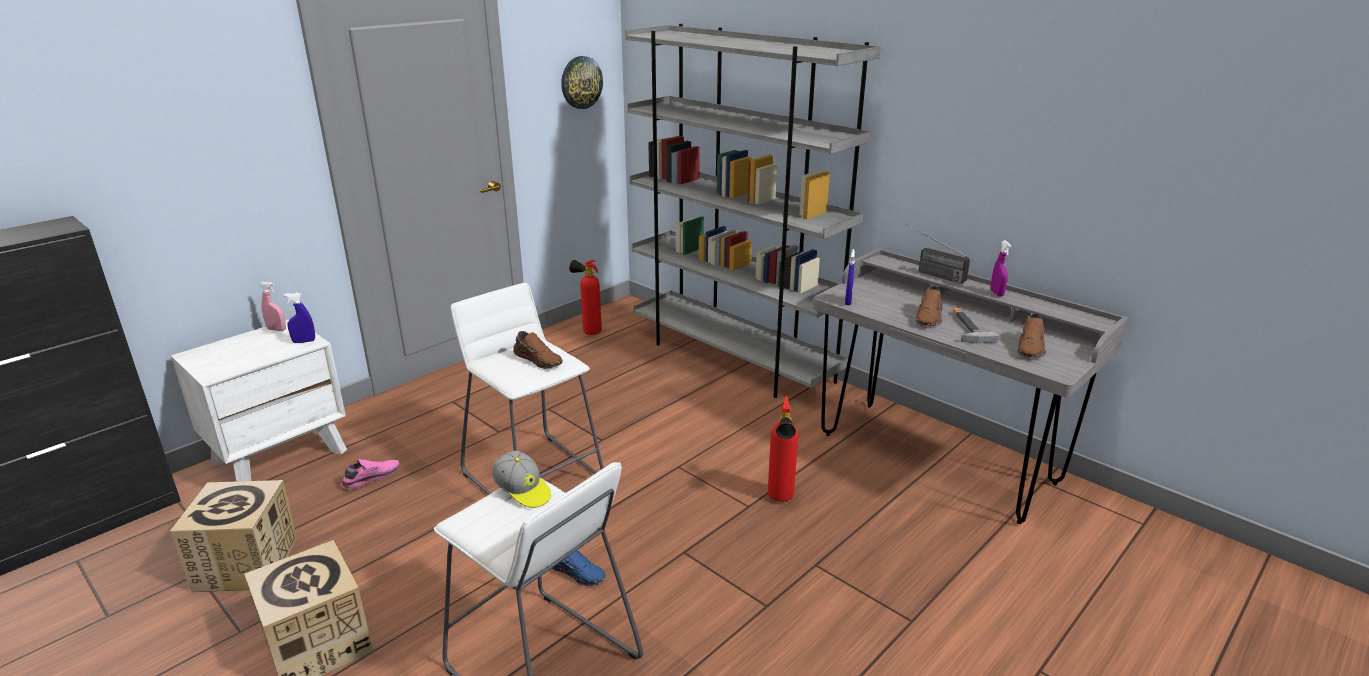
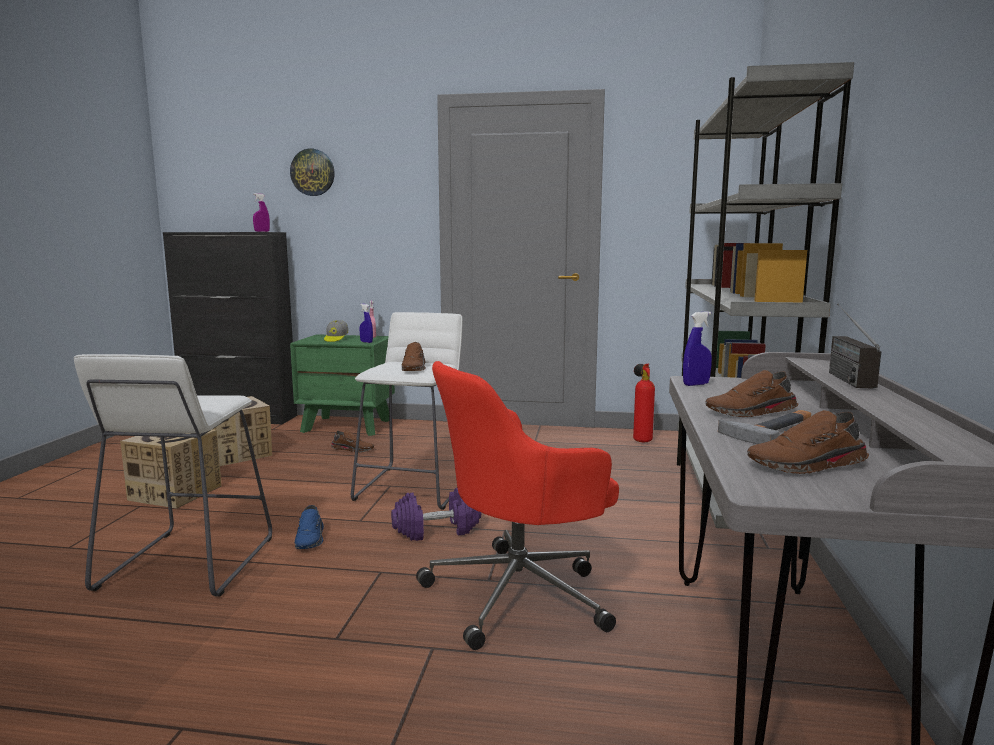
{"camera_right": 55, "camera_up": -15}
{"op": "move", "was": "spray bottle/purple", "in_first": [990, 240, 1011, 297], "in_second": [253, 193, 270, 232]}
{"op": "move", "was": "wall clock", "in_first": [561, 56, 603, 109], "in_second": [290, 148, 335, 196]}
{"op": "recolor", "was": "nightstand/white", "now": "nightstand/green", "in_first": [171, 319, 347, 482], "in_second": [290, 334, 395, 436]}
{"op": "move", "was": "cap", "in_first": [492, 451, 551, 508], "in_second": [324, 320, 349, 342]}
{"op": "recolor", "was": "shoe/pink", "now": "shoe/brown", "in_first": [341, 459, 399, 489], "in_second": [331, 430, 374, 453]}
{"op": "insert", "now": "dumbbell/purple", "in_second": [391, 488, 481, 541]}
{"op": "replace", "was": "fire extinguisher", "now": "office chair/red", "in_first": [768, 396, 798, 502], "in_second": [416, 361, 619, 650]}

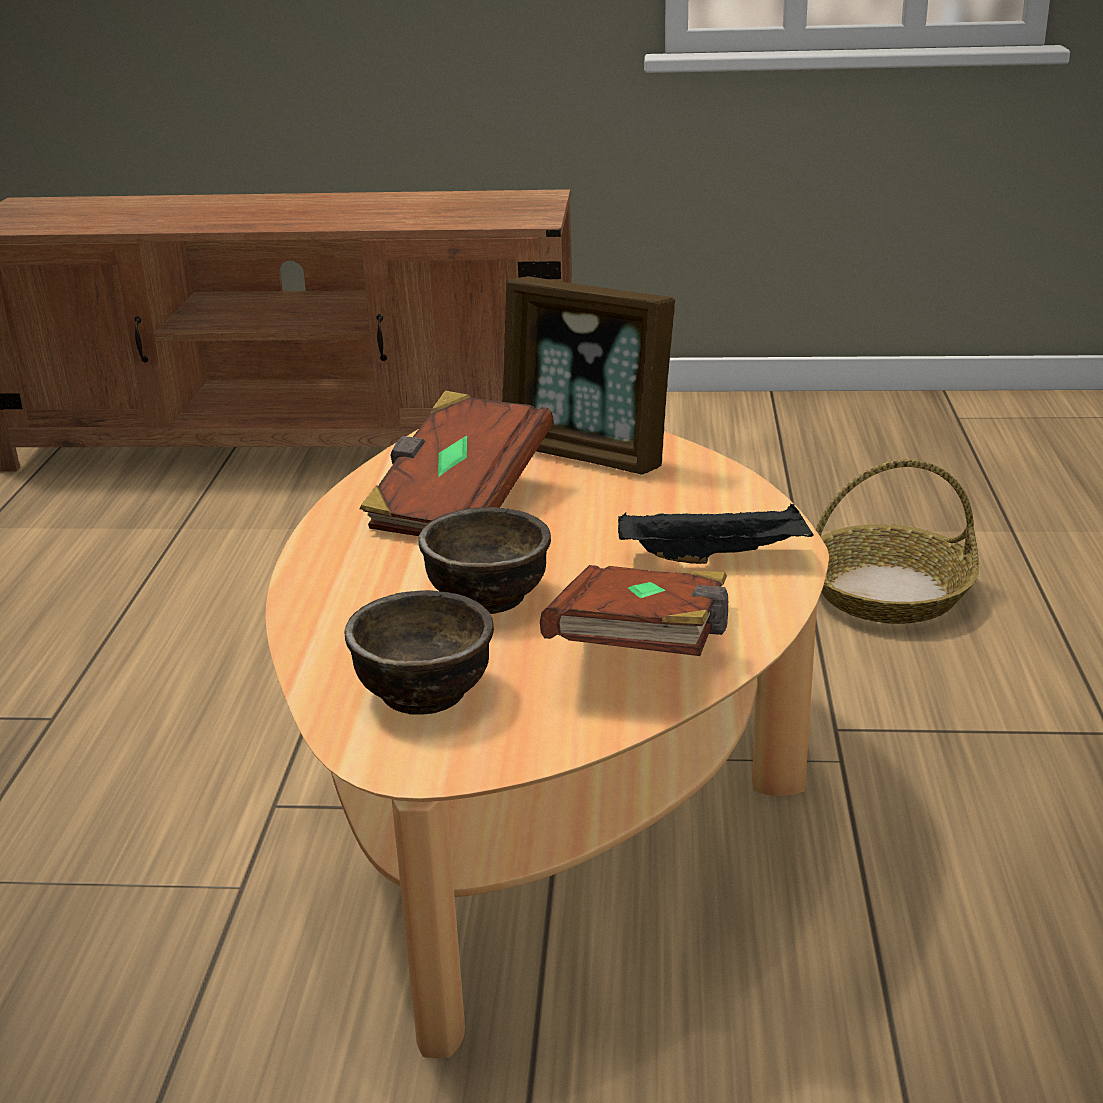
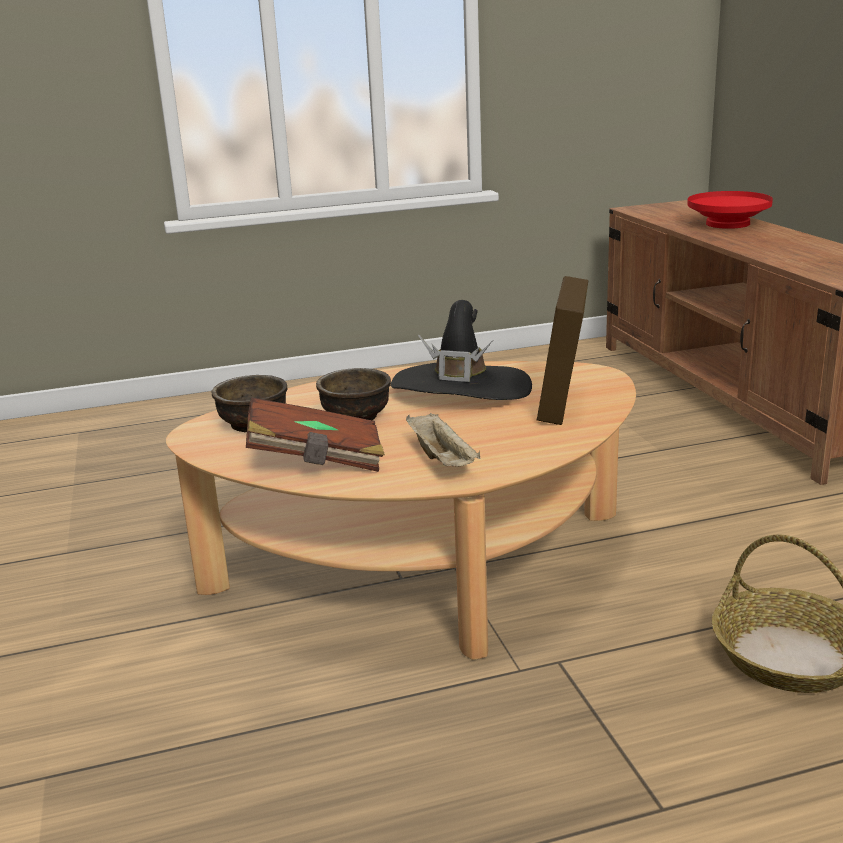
{"camera_right": 70, "camera_up": -5}
{"op": "replace", "was": "book/brown", "now": "hat/black", "in_first": [360, 390, 554, 536], "in_second": [391, 300, 532, 400]}
{"op": "recolor", "was": "tray/black", "now": "tray/beige", "in_first": [618, 504, 814, 564], "in_second": [406, 413, 481, 467]}
{"op": "insert", "now": "bowl/red", "in_second": [688, 191, 773, 229]}

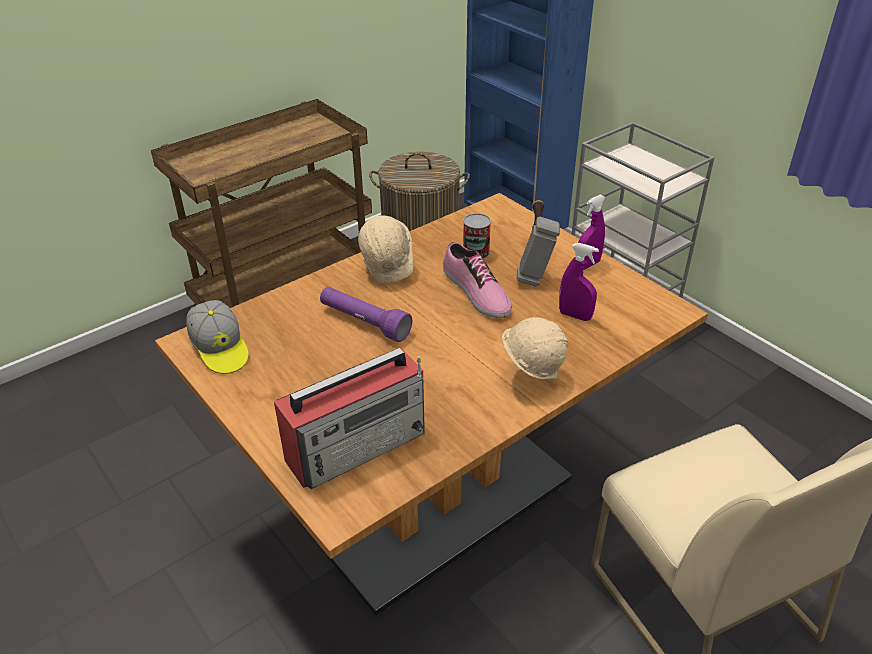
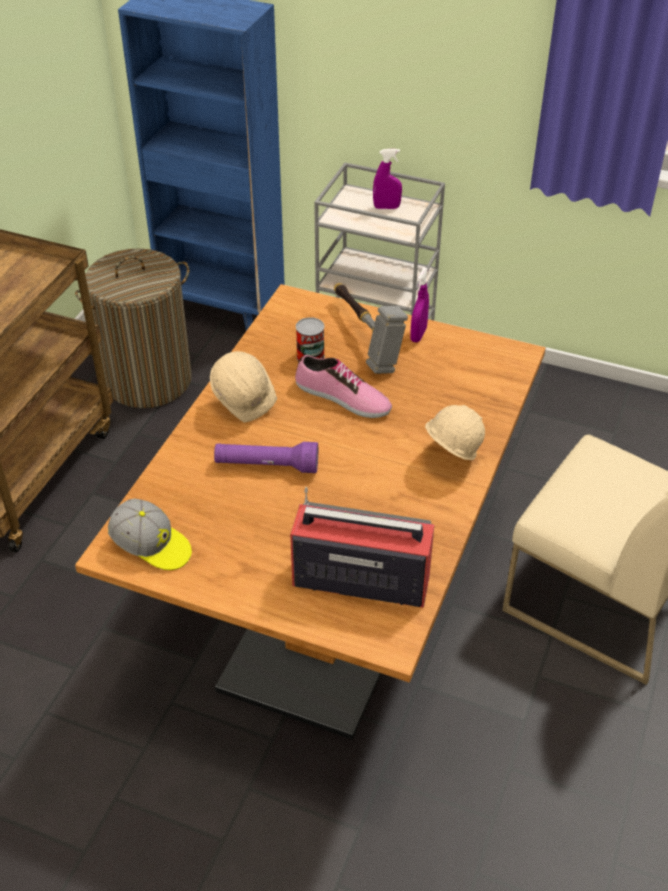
{"camera_right": -30, "camera_up": 5}
{"op": "rotate", "was": "radio", "in_first": [274, 348, 425, 489], "in_second": [290, 487, 434, 608], "clockwise": -105}
{"op": "move", "was": "spray bottle/purple", "in_first": [559, 243, 599, 321], "in_second": [373, 149, 402, 209]}

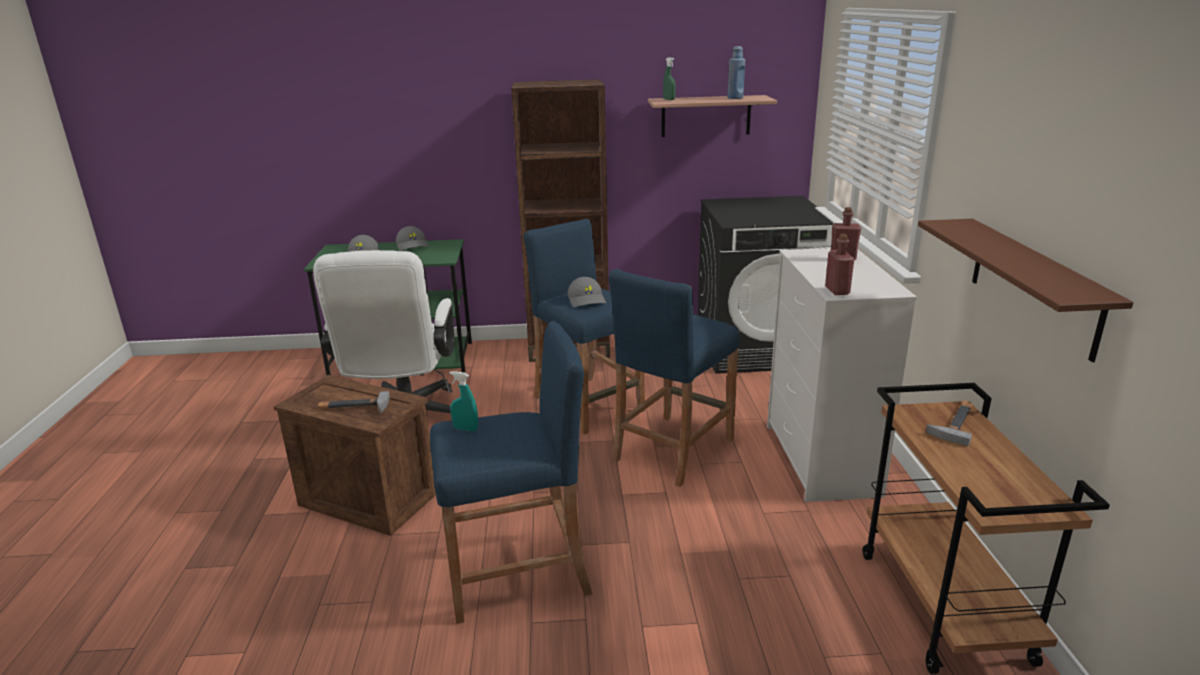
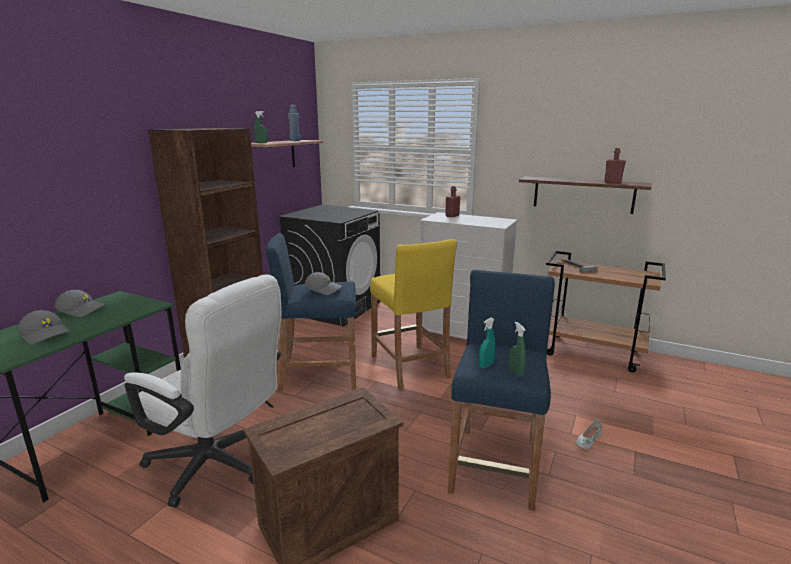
{"camera_right": -60, "camera_up": -5}
{"op": "recolor", "was": "stool/blue", "now": "stool/yellow", "in_first": [609, 269, 740, 487], "in_second": [370, 239, 457, 389]}
{"op": "insert", "now": "spray bottle/green", "in_second": [509, 322, 526, 377]}
{"op": "insert", "now": "shoe/white", "in_second": [576, 420, 602, 449]}
{"op": "move", "was": "bottle/red", "in_first": [825, 234, 854, 295], "in_second": [604, 148, 626, 184]}
{"op": "delete", "was": "hammer", "in_first": [318, 391, 390, 414]}

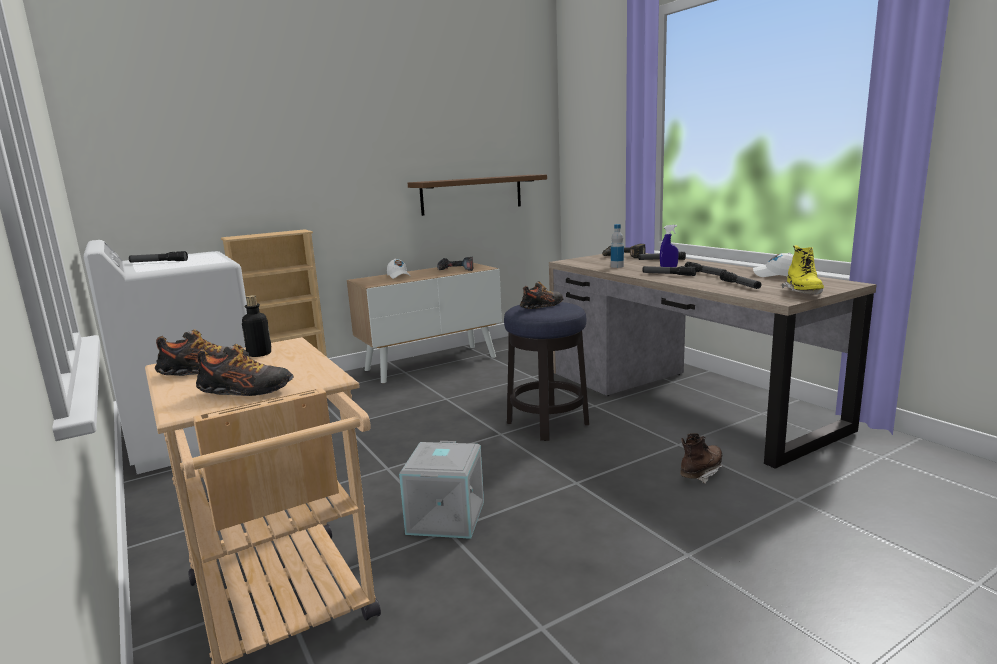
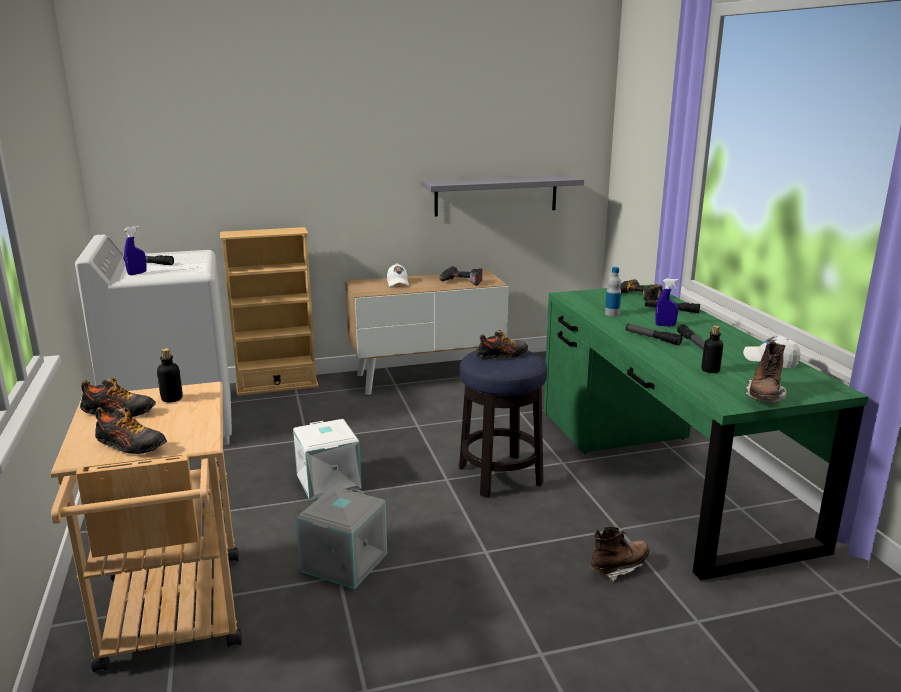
{"camera_right": 15, "camera_up": 5}
{"op": "insert", "now": "spray bottle/blue", "in_second": [124, 226, 147, 275]}
{"op": "insert", "now": "storage box/white", "in_second": [293, 419, 362, 500]}
{"op": "recolor", "was": "shelf/brown", "now": "shelf/grey", "in_first": [408, 175, 547, 216], "in_second": [421, 174, 584, 217]}
{"op": "recolor", "was": "desk/brown", "now": "desk/green", "in_first": [549, 253, 877, 469], "in_second": [543, 284, 868, 580]}
{"op": "replace", "was": "flashlight", "now": "bottle", "in_first": [720, 271, 761, 289], "in_second": [701, 325, 723, 373]}
{"op": "recolor", "was": "boot/yellow", "now": "boot/brown", "in_first": [782, 245, 824, 295], "in_second": [746, 339, 787, 403]}

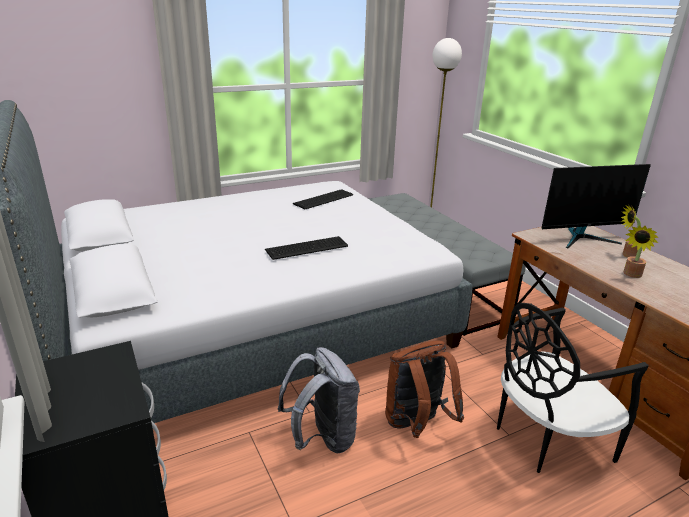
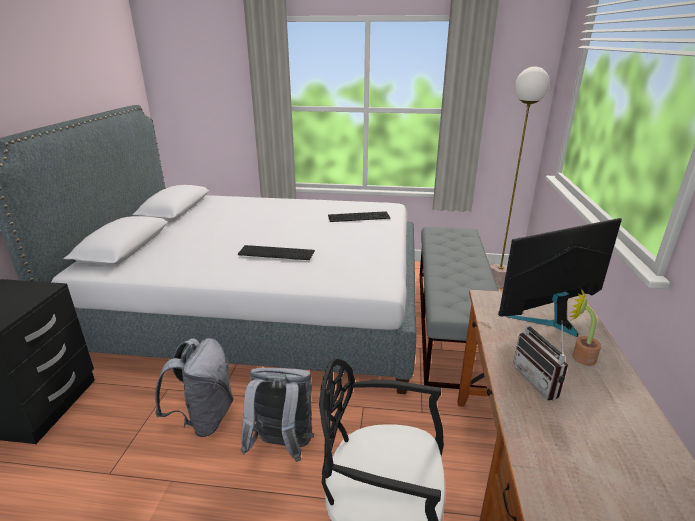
{"camera_right": 35, "camera_up": 0}
{"op": "recolor", "was": "backpack/brown", "now": "backpack/grey", "in_first": [385, 341, 464, 438], "in_second": [241, 368, 314, 462]}
{"op": "rotate", "was": "monitor", "in_first": [541, 164, 651, 249], "in_second": [498, 218, 622, 337], "clockwise": 135}
{"op": "replace", "was": "potted plant", "now": "radio", "in_first": [623, 226, 658, 278], "in_second": [513, 320, 568, 401]}

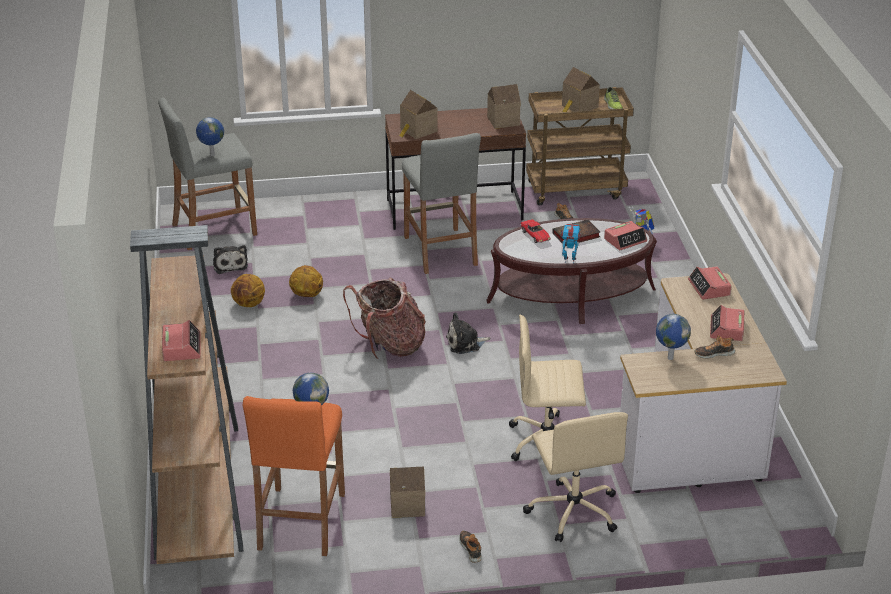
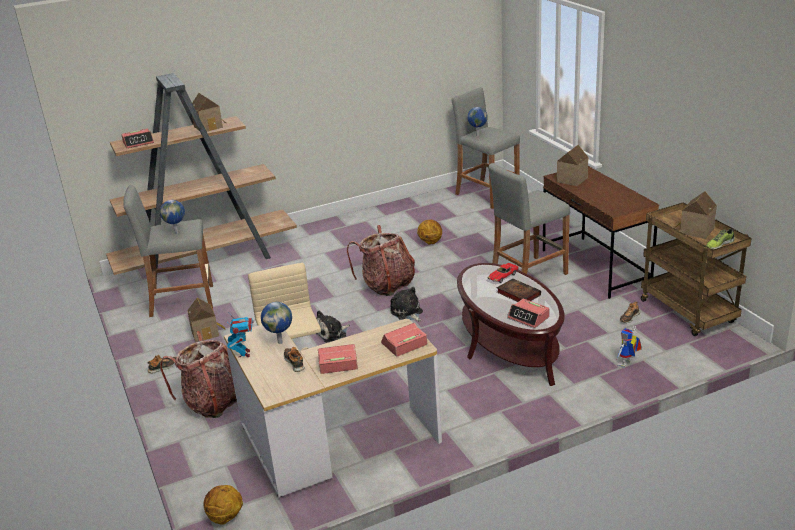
{"camera_right": 75, "camera_up": -5}
{"op": "recolor", "was": "stool/orange", "now": "stool/grey", "in_first": [243, 396, 345, 556], "in_second": [123, 185, 213, 317]}
{"op": "replace", "was": "office chair/beige", "now": "backpack", "in_first": [523, 412, 628, 542], "in_second": [160, 331, 237, 418]}
{"op": "move", "was": "toy house", "in_first": [487, 84, 521, 129], "in_second": [192, 93, 226, 132]}
{"op": "move", "was": "basketball", "in_first": [231, 274, 265, 307], "in_second": [203, 485, 243, 525]}
{"op": "move", "was": "toy robot", "in_first": [561, 224, 581, 263], "in_second": [227, 312, 254, 357]}
{"op": "move", "was": "plush toy", "in_first": [213, 245, 248, 274], "in_second": [316, 310, 350, 342]}

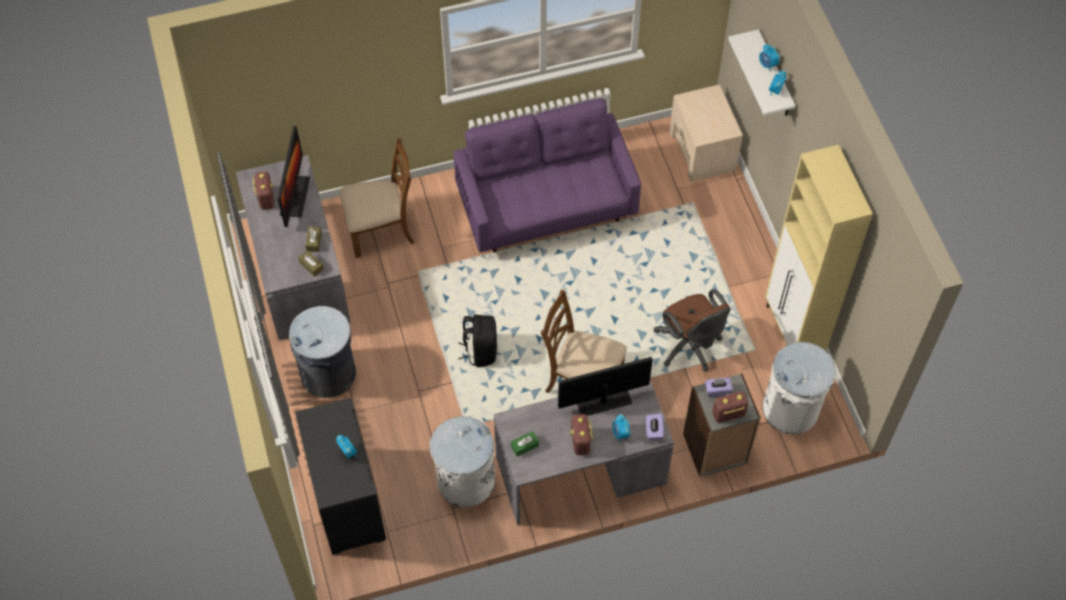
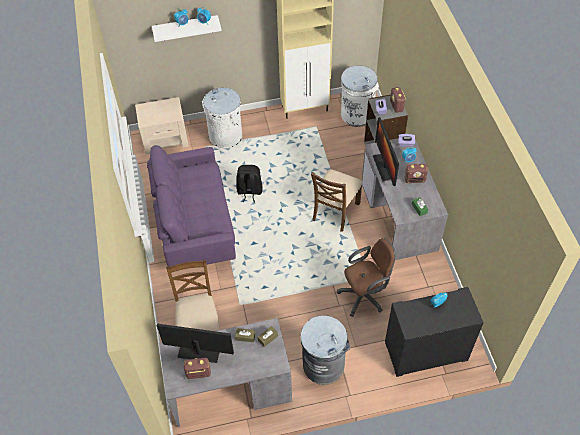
{"camera_right": -85, "camera_up": -5}
{"op": "move", "was": "trash can/white", "in_first": [430, 416, 495, 507], "in_second": [202, 88, 242, 148]}
{"op": "move", "was": "backpack/black", "in_first": [458, 315, 497, 367], "in_second": [236, 165, 263, 203]}
{"op": "move", "was": "office chair/brown", "in_first": [653, 289, 731, 372], "in_second": [337, 238, 396, 317]}

